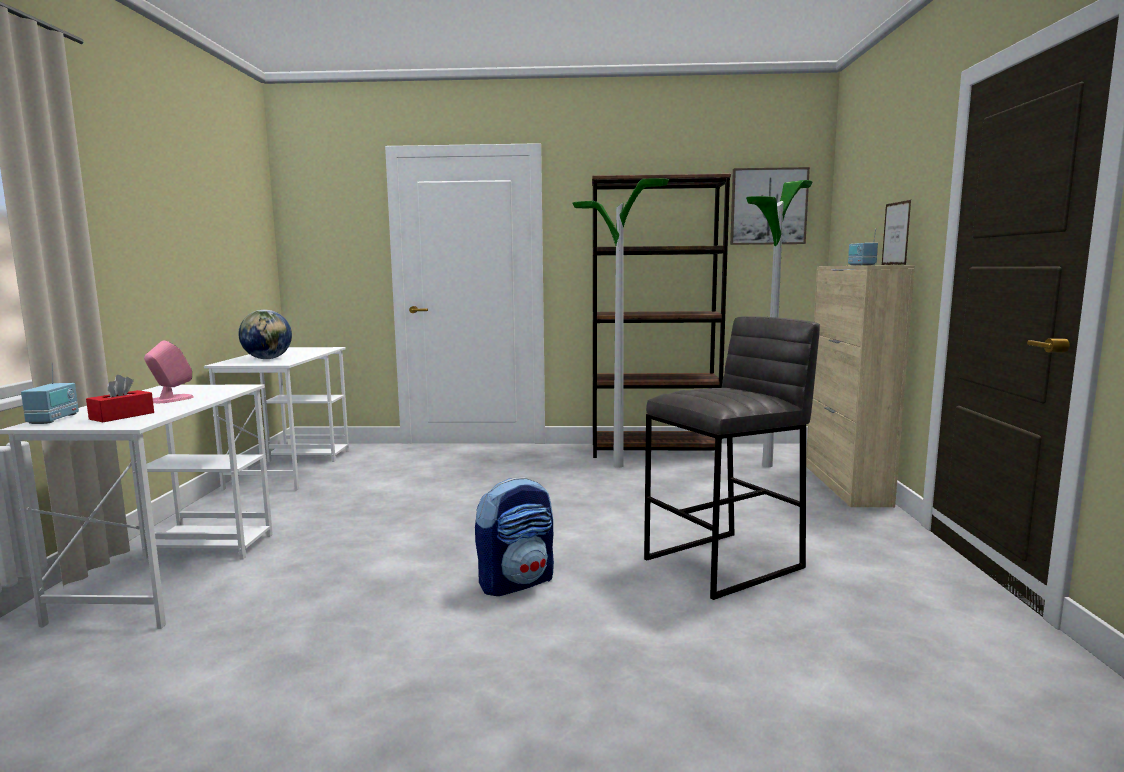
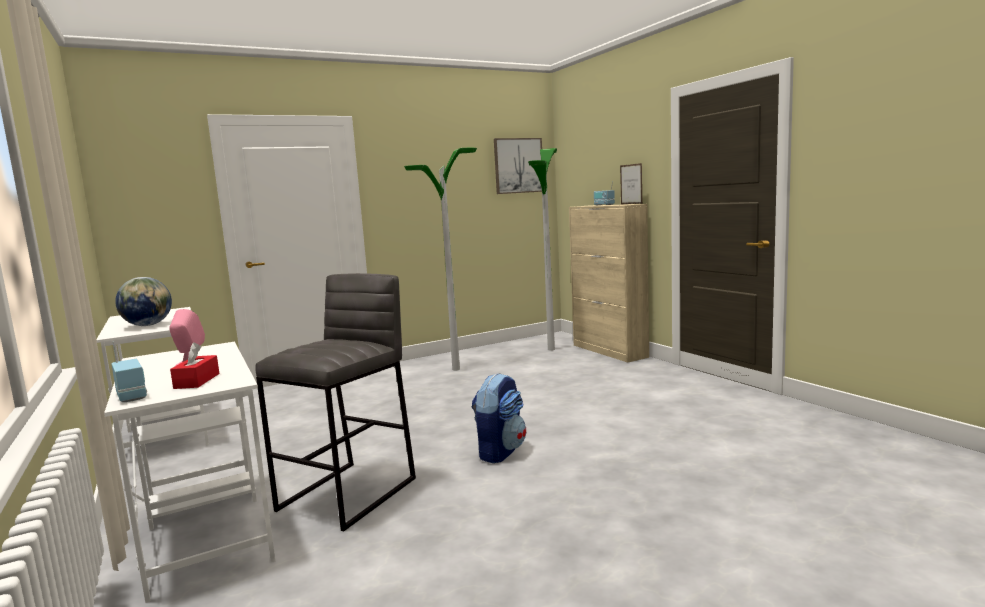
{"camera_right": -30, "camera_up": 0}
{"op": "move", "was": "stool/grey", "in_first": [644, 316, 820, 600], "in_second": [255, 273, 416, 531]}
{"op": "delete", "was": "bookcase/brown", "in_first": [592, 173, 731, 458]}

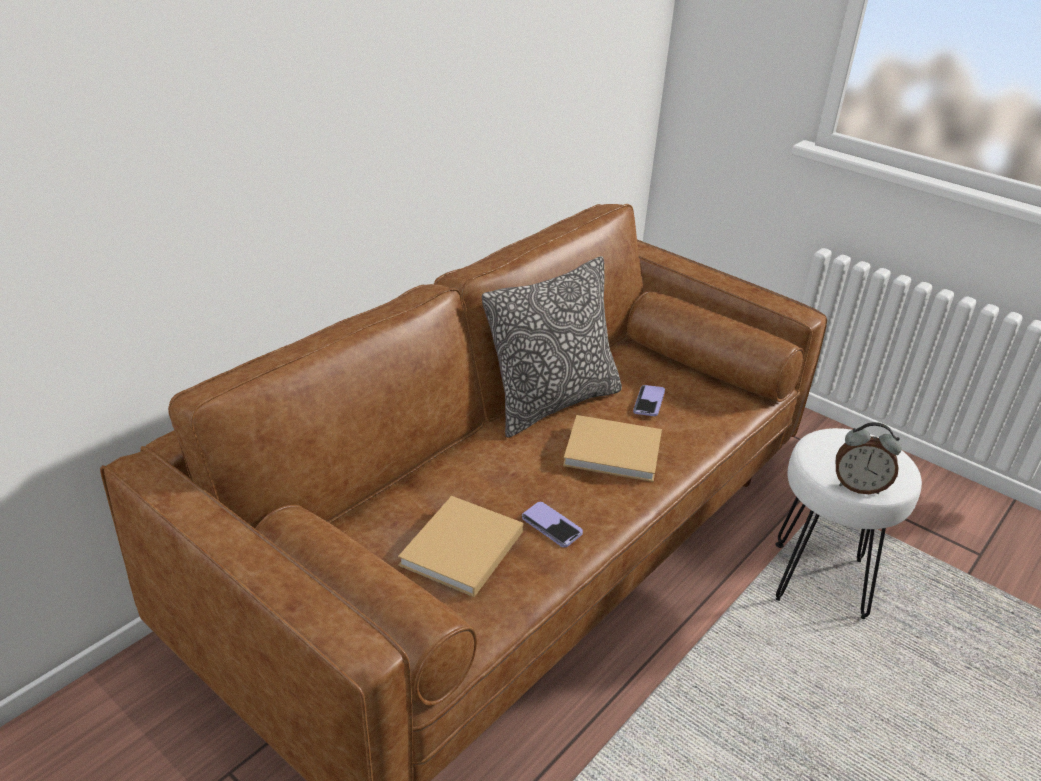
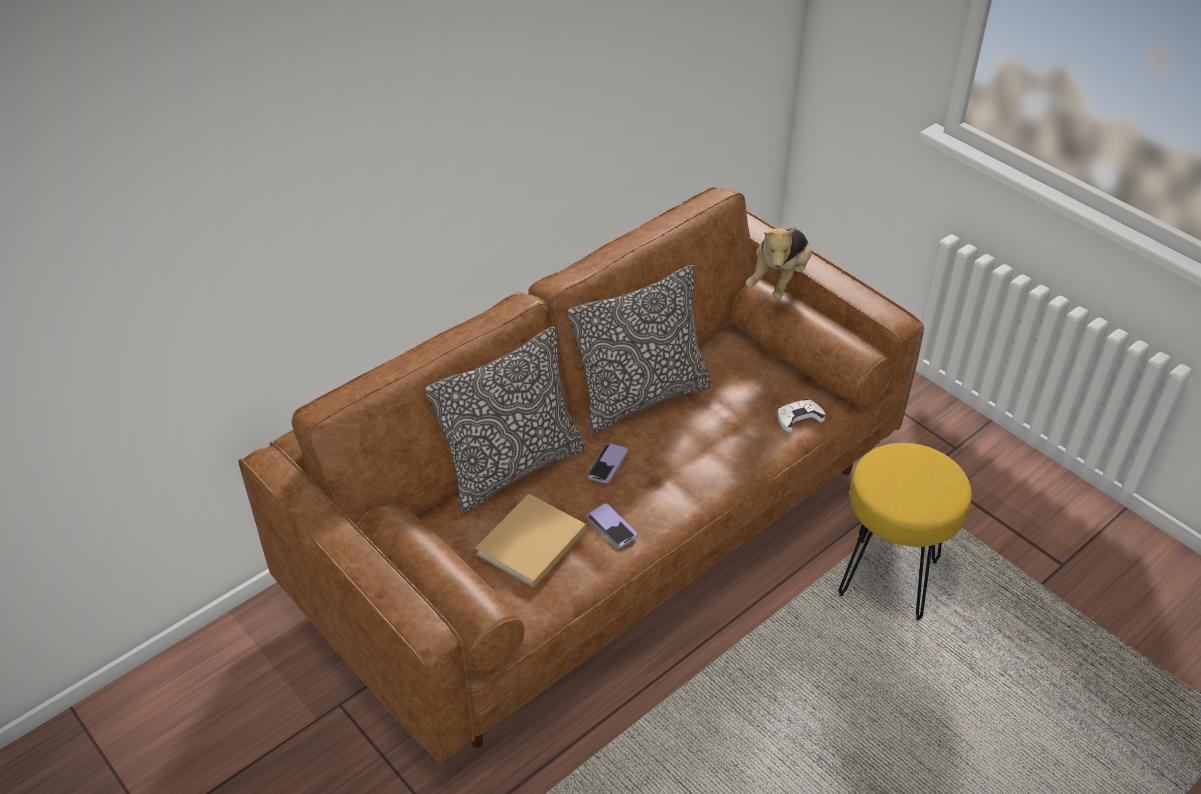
{"camera_right": 10, "camera_up": 10}
{"op": "insert", "now": "pillow", "in_second": [425, 327, 585, 513]}
{"op": "move", "was": "phone", "in_first": [633, 385, 665, 416], "in_second": [587, 443, 628, 483]}
{"op": "insert", "now": "plush toy", "in_second": [745, 227, 812, 299]}
{"op": "insert", "now": "game controller/white", "in_second": [777, 399, 826, 432]}
{"op": "recolor", "was": "stool/white", "now": "stool/yellow", "in_first": [775, 428, 922, 619], "in_second": [839, 443, 972, 621]}
{"op": "delete", "was": "book/beige", "in_first": [563, 415, 662, 482]}
{"op": "delete", "was": "alarm clock", "in_first": [835, 422, 902, 494]}

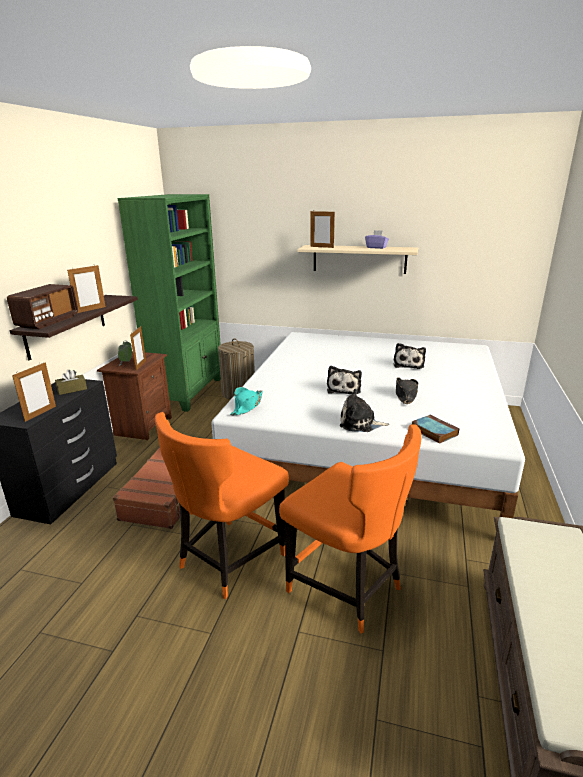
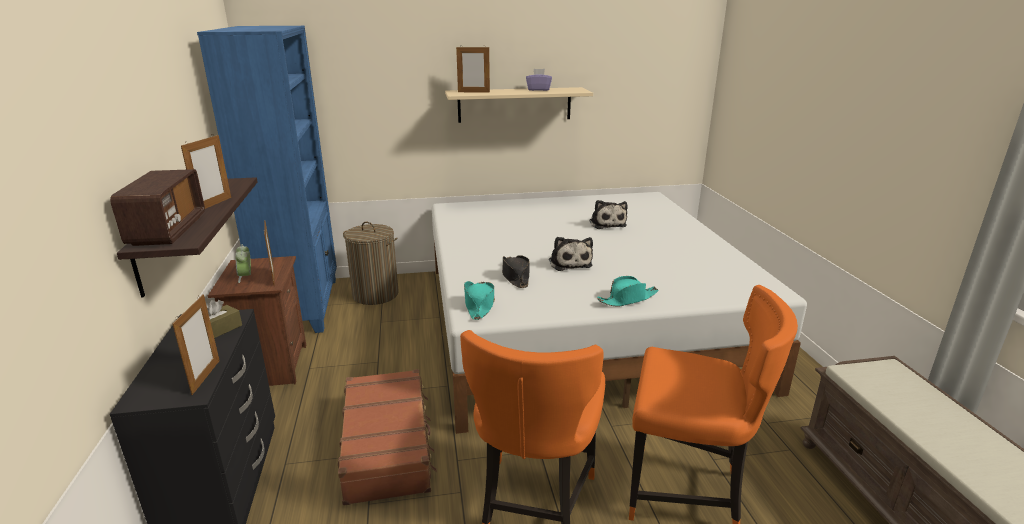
{"camera_right": -25, "camera_up": 0}
{"op": "recolor", "was": "bookcase/green", "now": "bookcase/blue", "in_first": [117, 194, 221, 412], "in_second": [197, 26, 337, 333]}
{"op": "move", "was": "hat/black", "in_first": [396, 377, 418, 404], "in_second": [502, 255, 529, 288]}
{"op": "replace", "was": "plush toy", "now": "hat/turquoise", "in_first": [340, 389, 389, 432], "in_second": [597, 276, 659, 307]}
{"op": "delete", "was": "book", "in_first": [412, 415, 459, 444]}

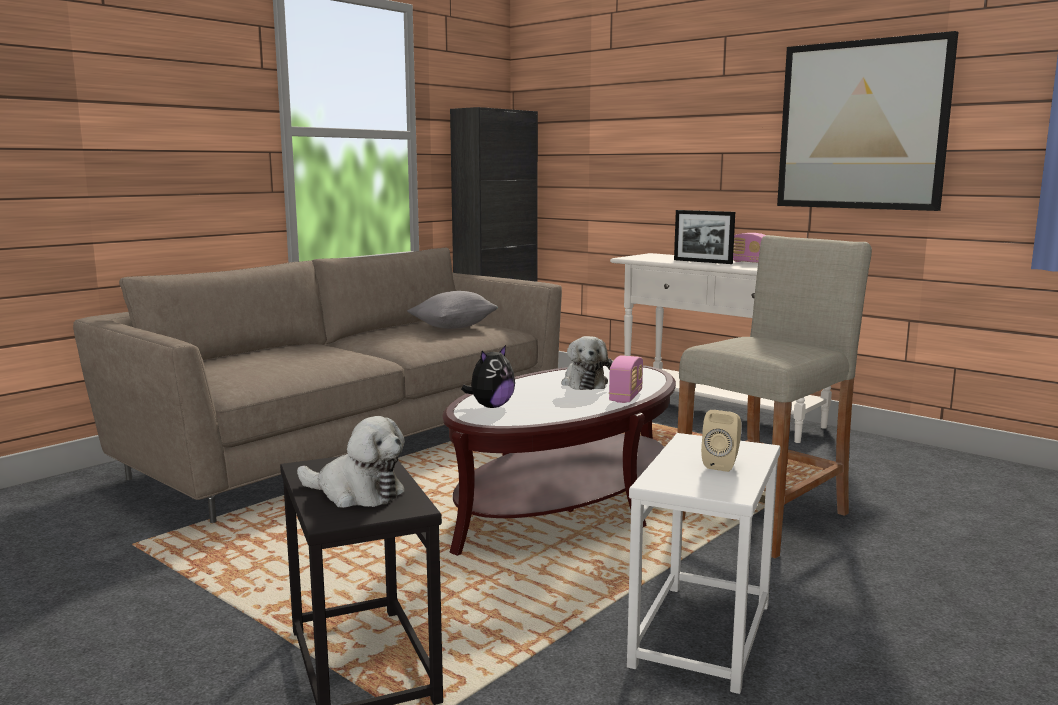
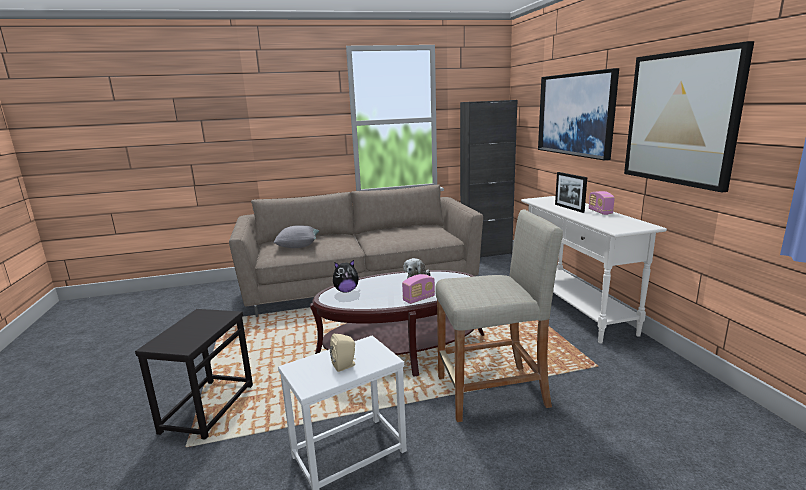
{"camera_right": 35, "camera_up": 5}
{"op": "move", "was": "pillow/grey", "in_first": [407, 291, 498, 329], "in_second": [273, 225, 319, 248]}
{"op": "insert", "now": "picture", "in_second": [538, 68, 619, 160]}
{"op": "delete", "was": "plush toy", "in_first": [297, 416, 405, 508]}

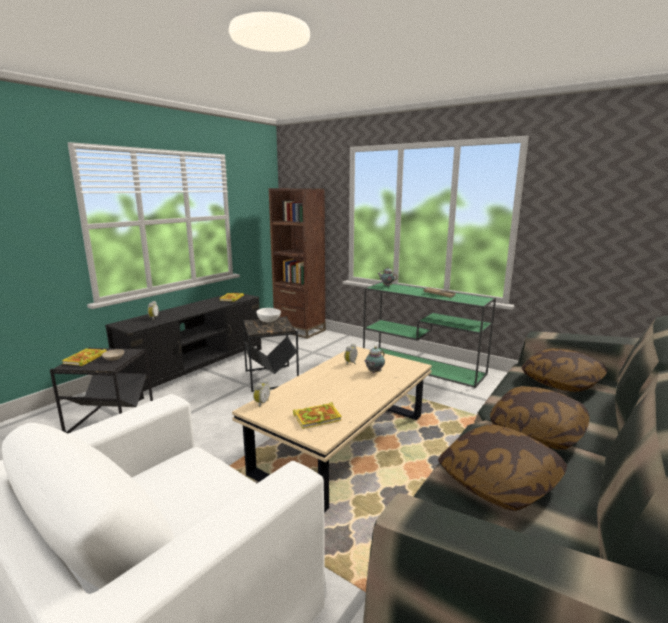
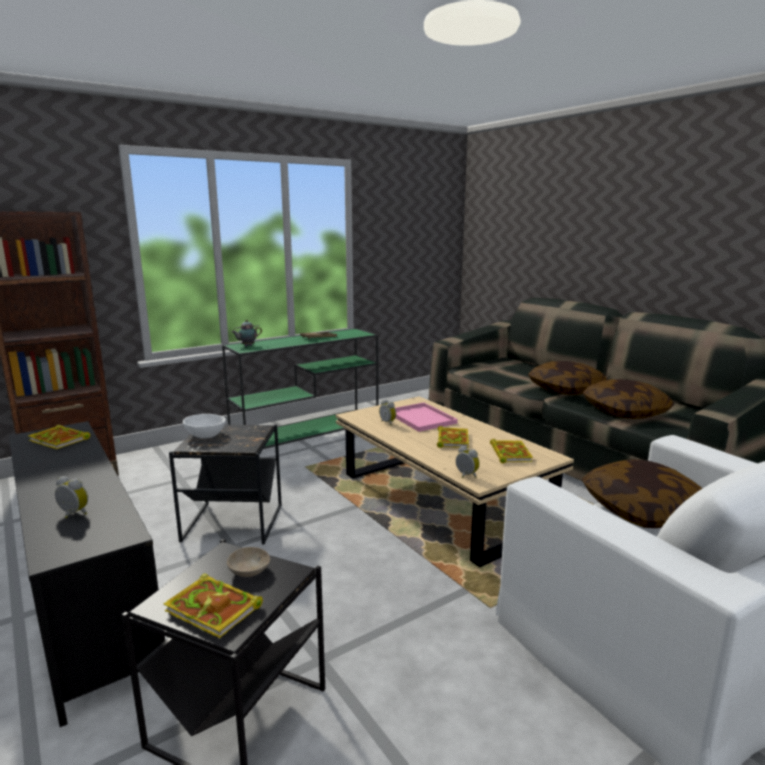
{"camera_right": -70, "camera_up": 0}
{"op": "replace", "was": "teapot", "now": "tray/pink", "in_first": [364, 346, 385, 373], "in_second": [395, 403, 458, 432]}
{"op": "insert", "now": "book", "in_second": [437, 426, 469, 448]}
{"op": "move", "was": "pillow", "in_first": [522, 348, 607, 392], "in_second": [582, 459, 703, 528]}

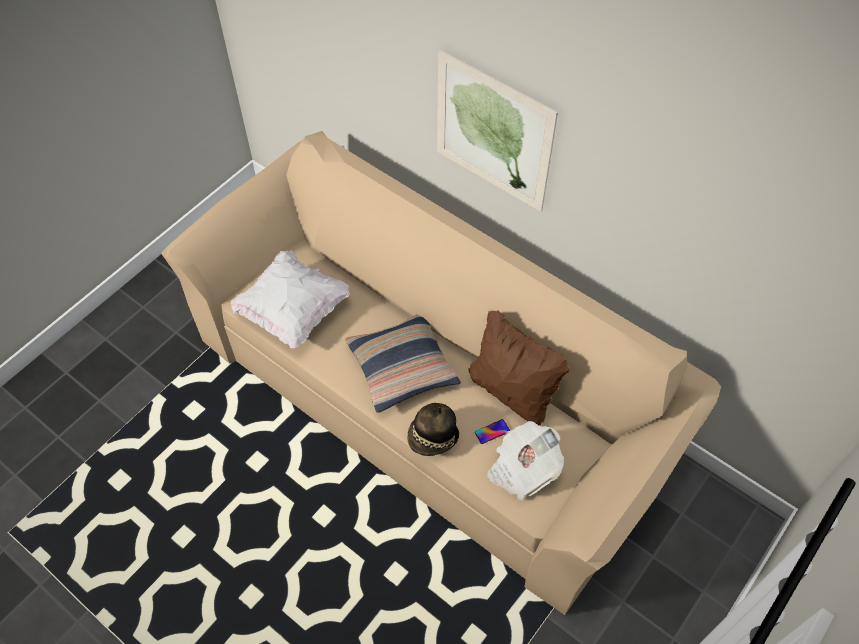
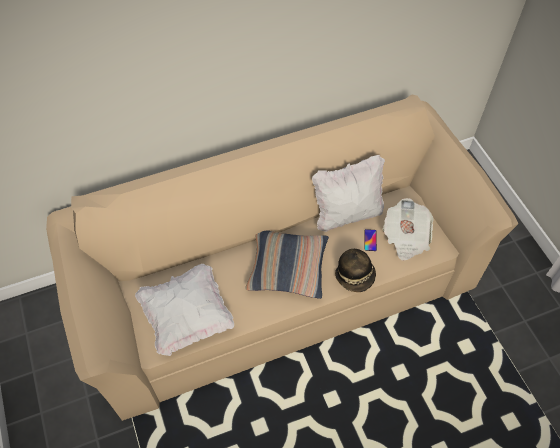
{"camera_right": -60, "camera_up": 0}
{"op": "recolor", "was": "pillow/brown", "now": "pillow/white", "in_first": [469, 310, 569, 426], "in_second": [312, 155, 385, 232]}
{"op": "delete", "was": "picture", "in_first": [437, 50, 558, 212]}

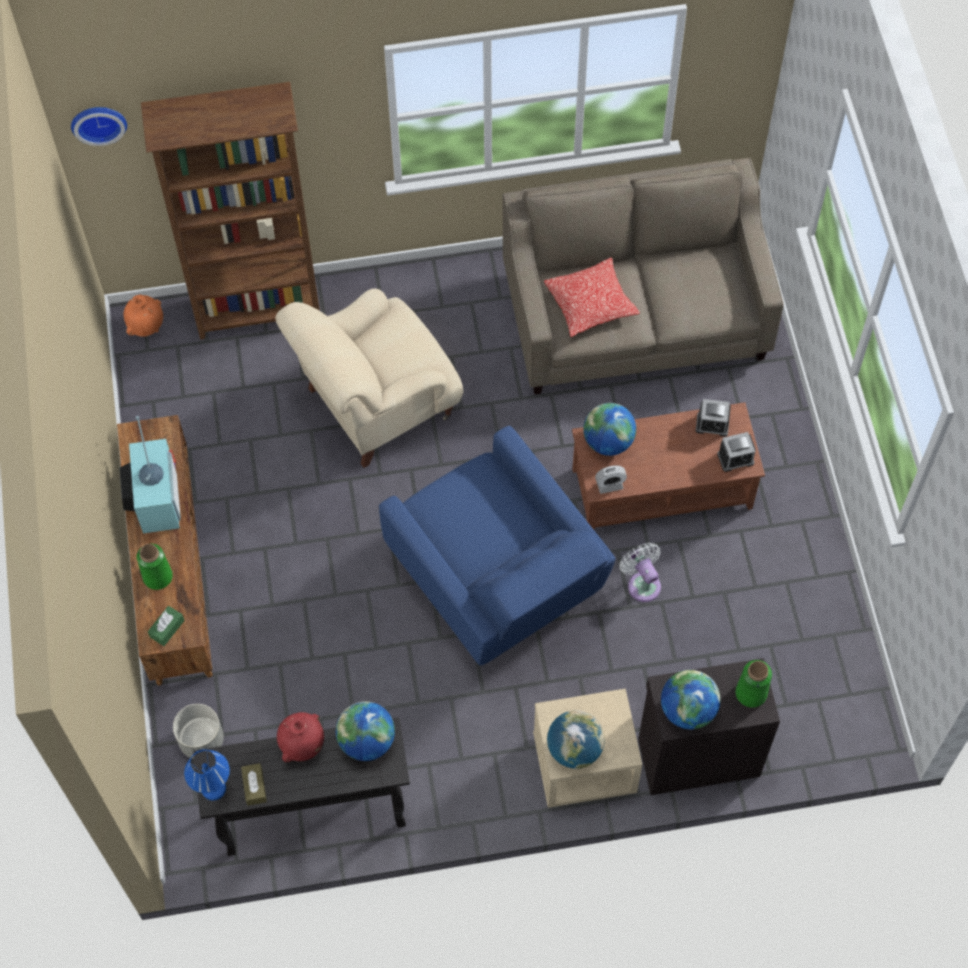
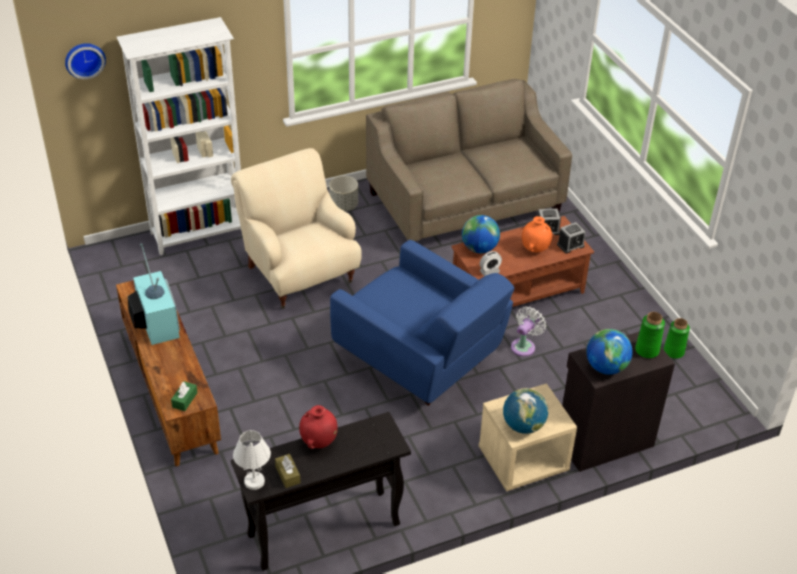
{"camera_right": -15, "camera_up": -20}
{"op": "recolor", "was": "bookcase/brown", "now": "bookcase/white", "in_first": [141, 82, 320, 340], "in_second": [117, 17, 241, 255]}
{"op": "rotate", "was": "armchair/beige", "in_first": [276, 288, 463, 468], "in_second": [231, 148, 362, 309], "clockwise": 105}
{"op": "recolor", "was": "table lamp/blue", "now": "table lamp/white", "in_first": [184, 749, 230, 800], "in_second": [233, 430, 271, 490]}
{"op": "move", "was": "planter/grey", "in_first": [173, 704, 224, 759], "in_second": [329, 176, 358, 211]}
{"op": "rotate", "was": "fan/white", "in_first": [619, 543, 661, 602], "in_second": [511, 307, 546, 357], "clockwise": 75}
{"op": "move", "was": "vase/orange", "in_first": [123, 294, 163, 337], "in_second": [522, 216, 552, 253]}
{"op": "move", "was": "vase/green", "in_first": [137, 544, 173, 590], "in_second": [663, 318, 690, 359]}
{"op": "delete", "was": "globe", "in_first": [336, 702, 395, 761]}
{"op": "delete", "was": "pillow", "in_first": [544, 258, 640, 337]}

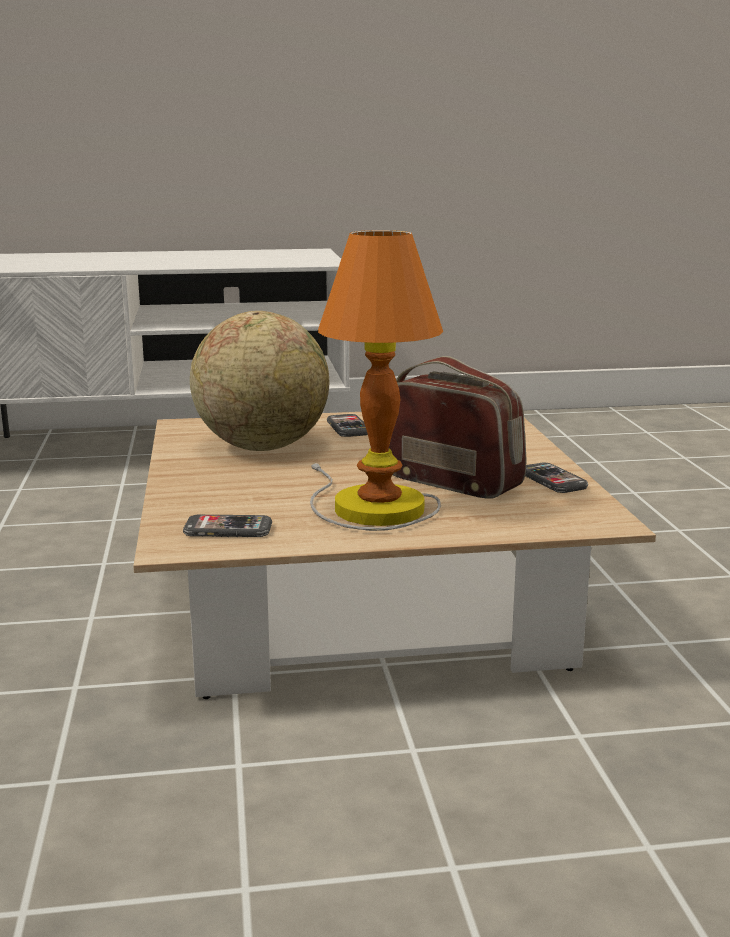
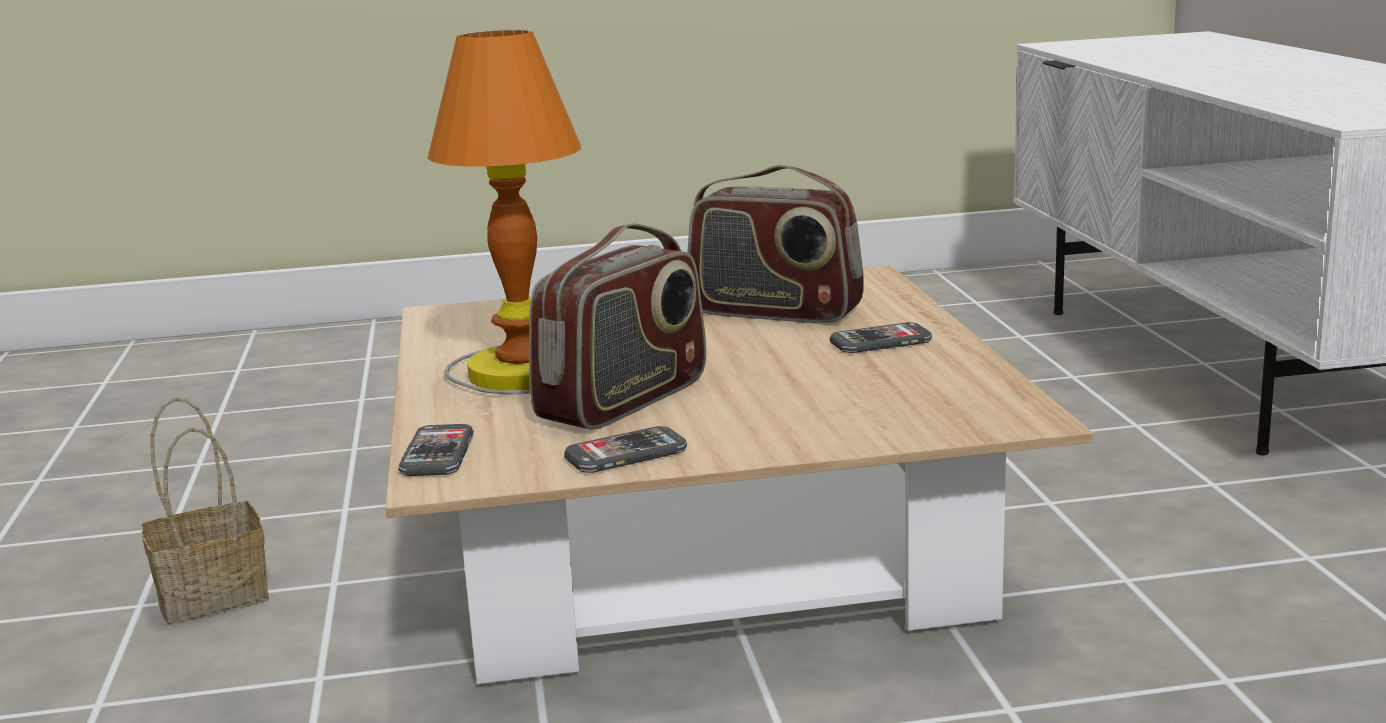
{"camera_right": 90, "camera_up": 0}
{"op": "insert", "now": "basket", "in_second": [141, 398, 269, 624]}
{"op": "move", "was": "phone", "in_first": [183, 515, 272, 537], "in_second": [398, 424, 474, 476]}
{"op": "replace", "was": "globe", "now": "radio", "in_first": [190, 311, 329, 451], "in_second": [687, 165, 864, 323]}

